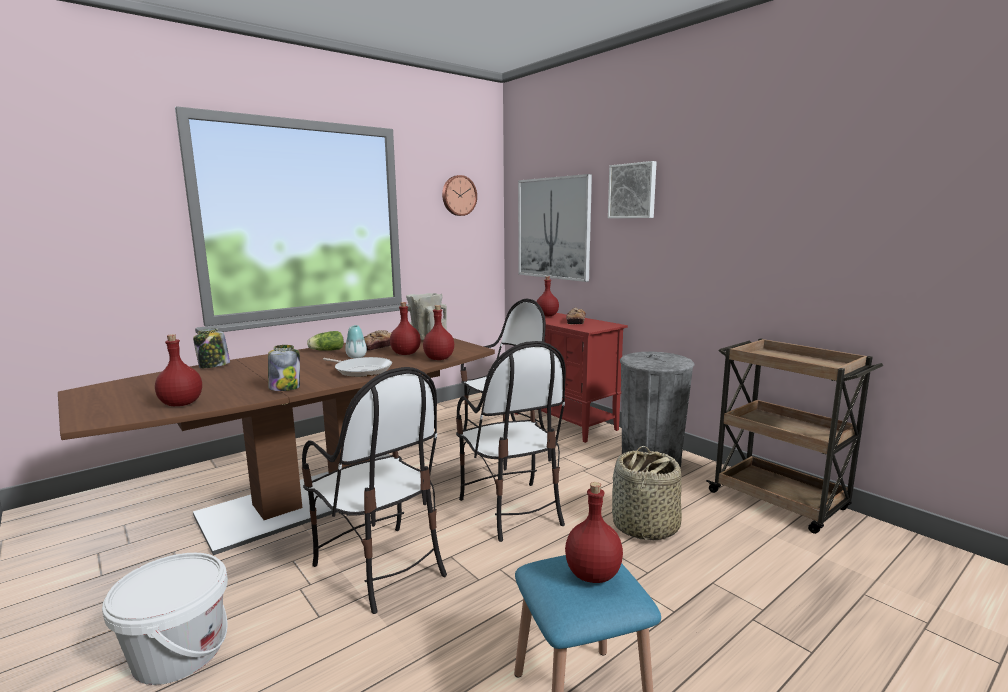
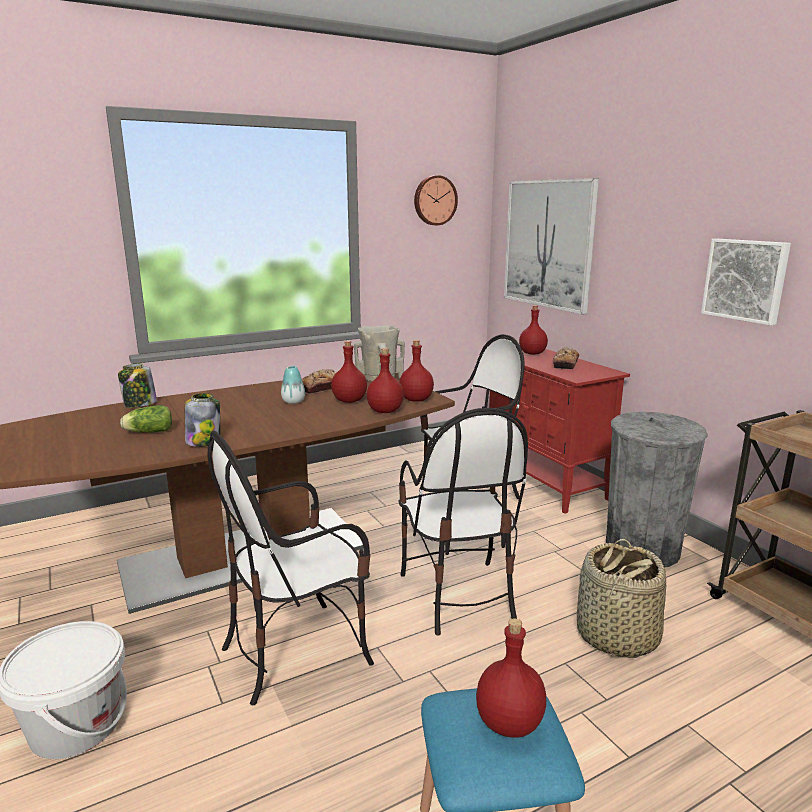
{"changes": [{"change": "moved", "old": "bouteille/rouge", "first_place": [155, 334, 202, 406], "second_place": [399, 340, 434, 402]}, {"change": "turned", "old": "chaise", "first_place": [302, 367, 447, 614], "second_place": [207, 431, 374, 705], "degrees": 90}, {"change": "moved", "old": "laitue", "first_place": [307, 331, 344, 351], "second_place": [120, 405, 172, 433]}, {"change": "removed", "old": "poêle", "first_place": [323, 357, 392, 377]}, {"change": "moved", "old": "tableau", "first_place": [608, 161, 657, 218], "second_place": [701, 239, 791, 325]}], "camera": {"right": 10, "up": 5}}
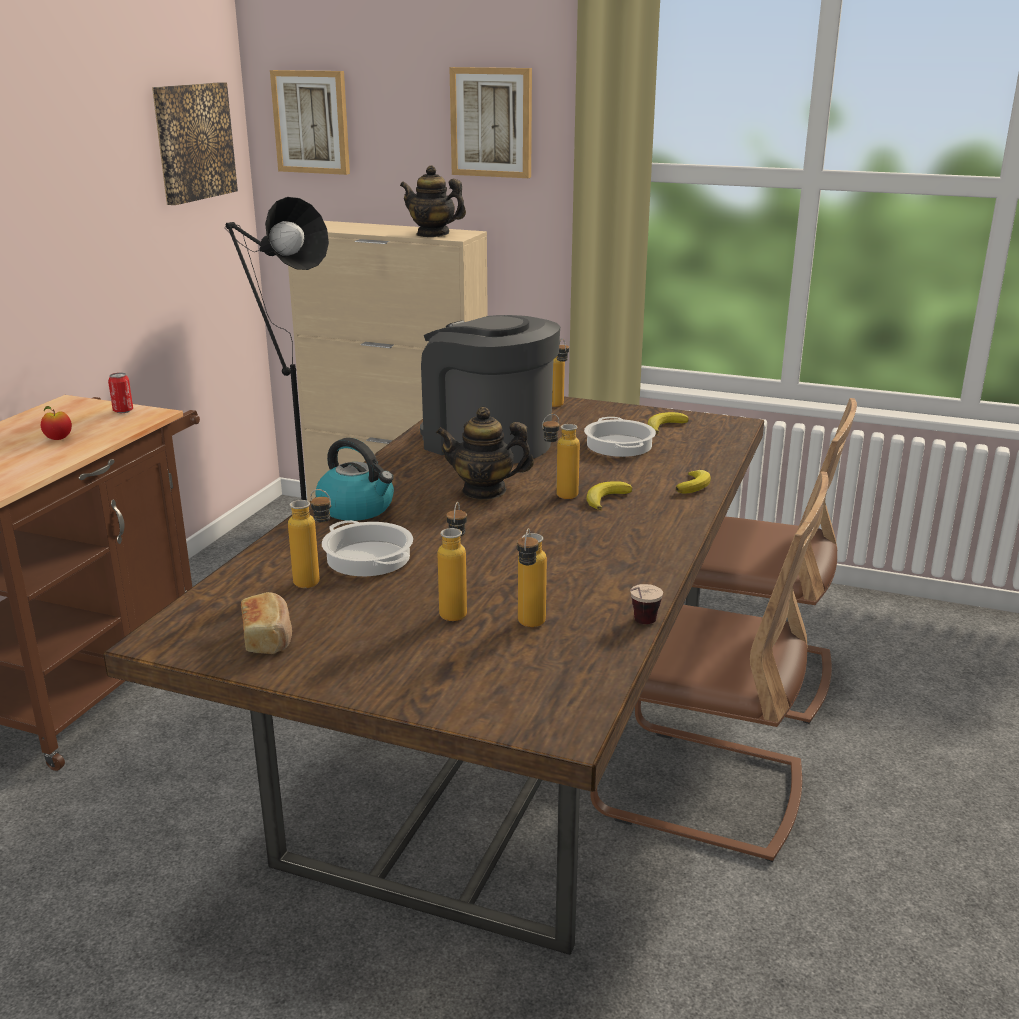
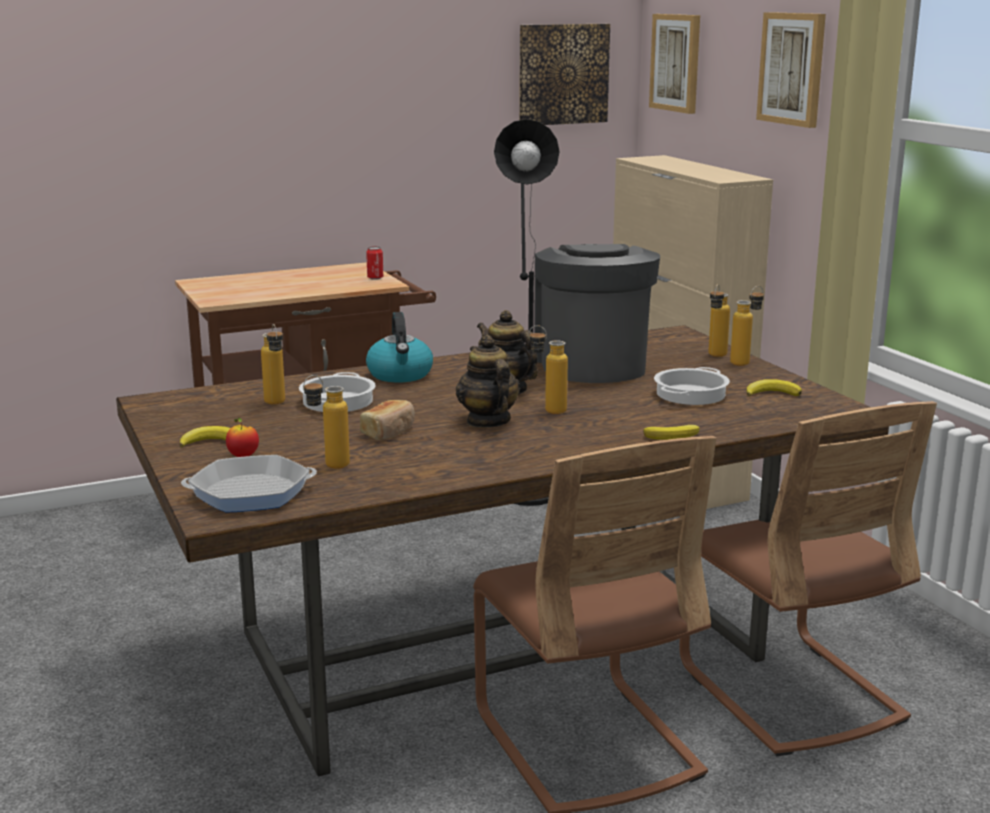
{"changes": [{"change": "moved", "old": "pomme", "first_place": [41, 406, 72, 440], "second_place": [226, 418, 259, 457]}, {"change": "moved", "old": "pain", "first_place": [241, 592, 292, 654], "second_place": [360, 400, 415, 440]}, {"change": "moved", "old": "théière", "first_place": [400, 165, 466, 237], "second_place": [456, 335, 520, 428]}, {"change": "moved", "old": "bouteille", "first_place": [437, 502, 467, 621], "second_place": [730, 286, 764, 366]}, {"change": "moved", "old": "banane", "first_place": [587, 481, 632, 510], "second_place": [180, 426, 231, 447]}, {"change": "removed", "old": "tasse", "first_place": [630, 584, 663, 624]}, {"change": "added", "new": "poêle", "second_place": [181, 455, 317, 513]}], "camera": {"right": 45, "up": -5}}
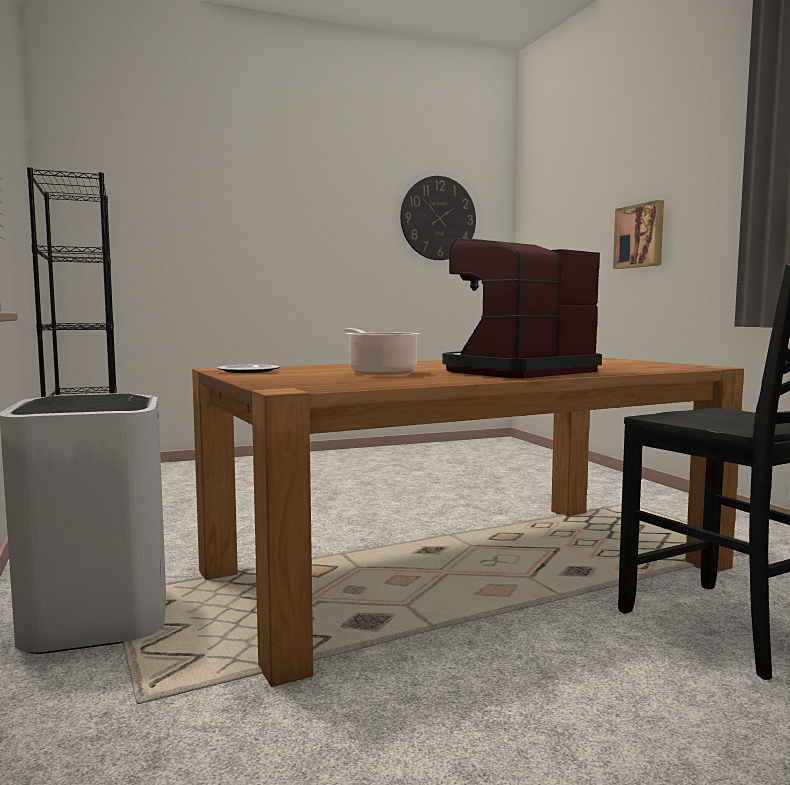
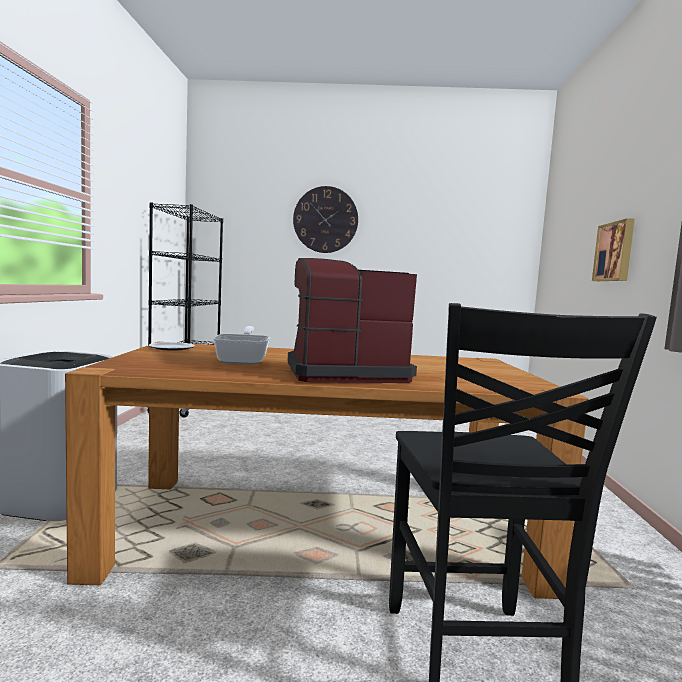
{"changes": [{"change": "replaced", "old": "marmite", "new": "poêle", "first_place": [344, 328, 420, 375], "second_place": [213, 326, 270, 365]}, {"change": "moved", "old": "horloge murale", "first_place": [400, 176, 476, 260], "second_place": [293, 186, 358, 253]}], "camera": {"right": 25, "up": 0}}
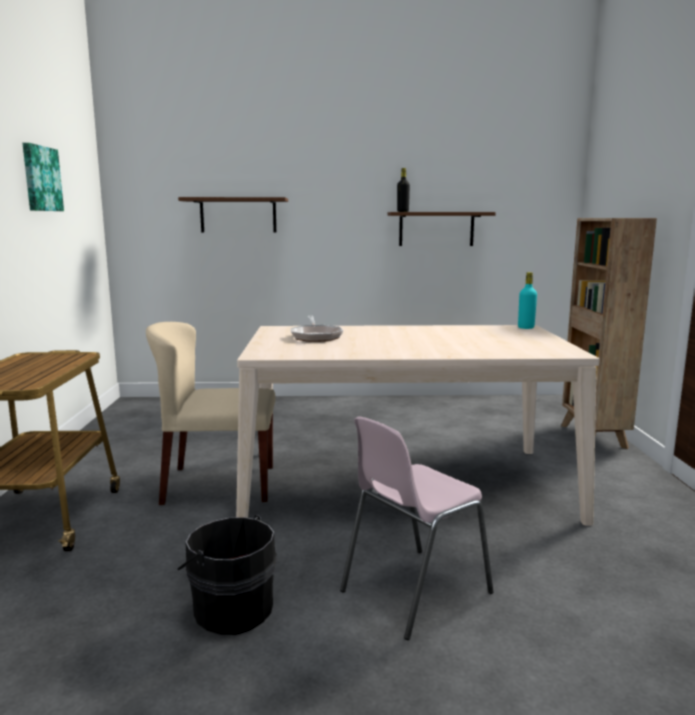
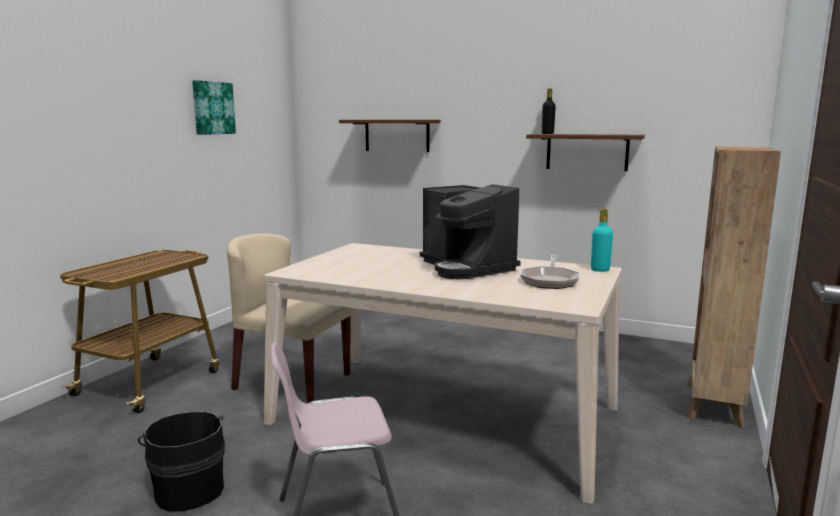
{"changes": [{"change": "moved", "old": "poêle", "first_place": [290, 316, 343, 342], "second_place": [520, 255, 579, 289]}, {"change": "added", "new": "machine à café", "second_place": [420, 184, 521, 279]}], "camera": {"right": 25, "up": 0}}
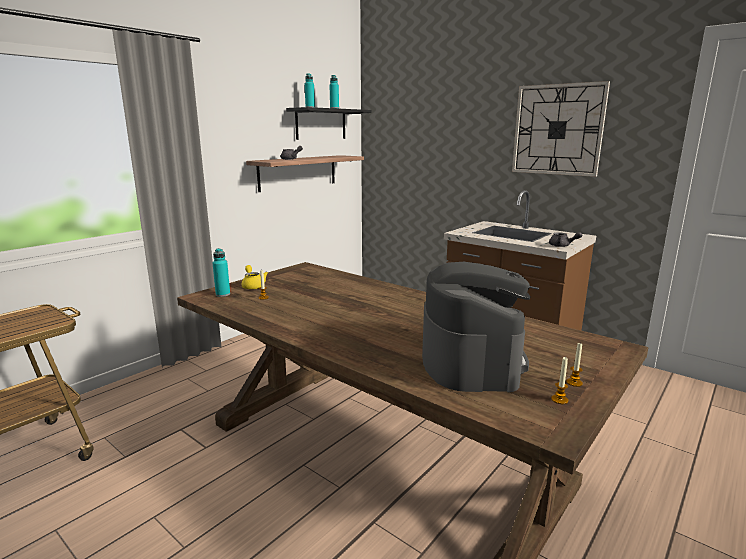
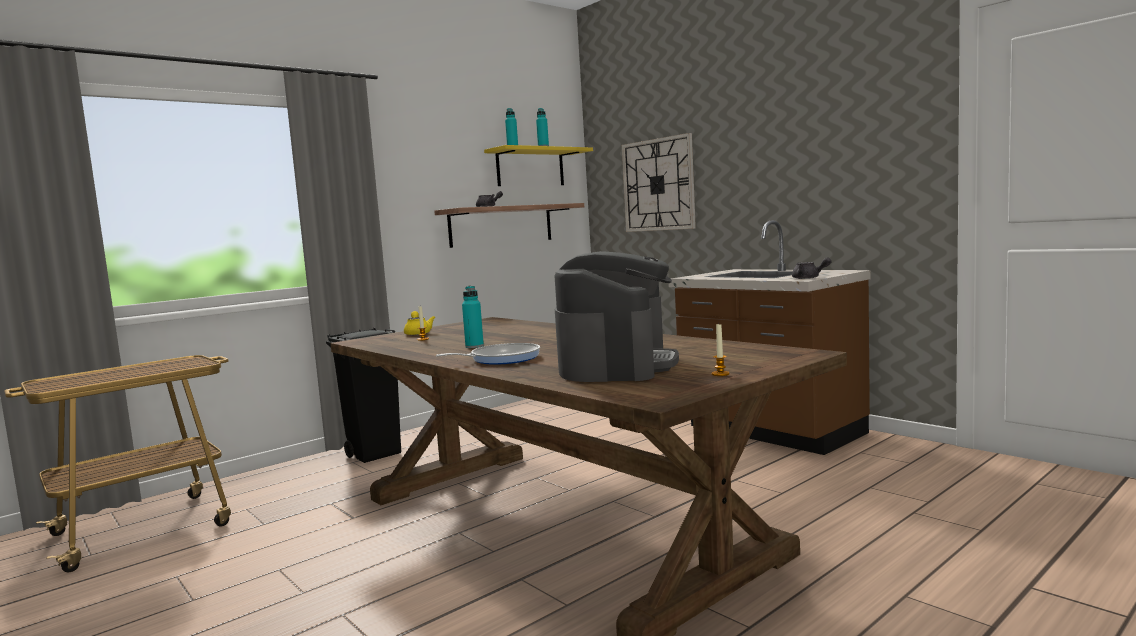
{"changes": [{"change": "moved", "old": "bouteille/turquoise", "first_place": [213, 248, 230, 297], "second_place": [462, 286, 484, 348]}, {"change": "recoloured", "old": "étagère/noir", "new": "étagère/jaune", "first_place": [286, 107, 372, 140], "second_place": [484, 145, 593, 186]}, {"change": "moved", "old": "horloge murale", "first_place": [512, 81, 610, 177], "second_place": [622, 133, 696, 232]}, {"change": "removed", "old": "bougie", "first_place": [551, 357, 568, 404]}, {"change": "added", "new": "poubelle/noir", "second_place": [326, 328, 401, 463]}, {"change": "added", "new": "poêle", "second_place": [436, 343, 540, 365]}], "camera": {"right": 10, "up": -10}}
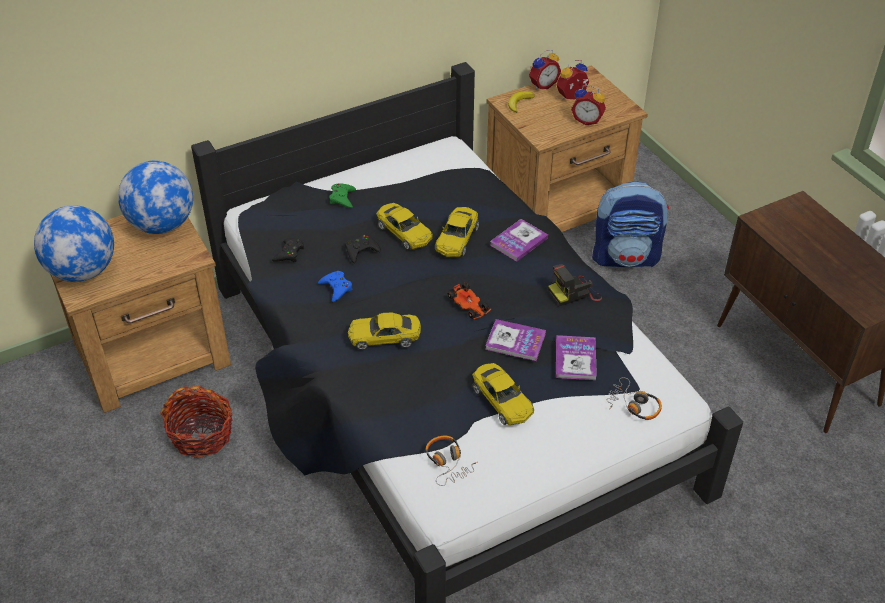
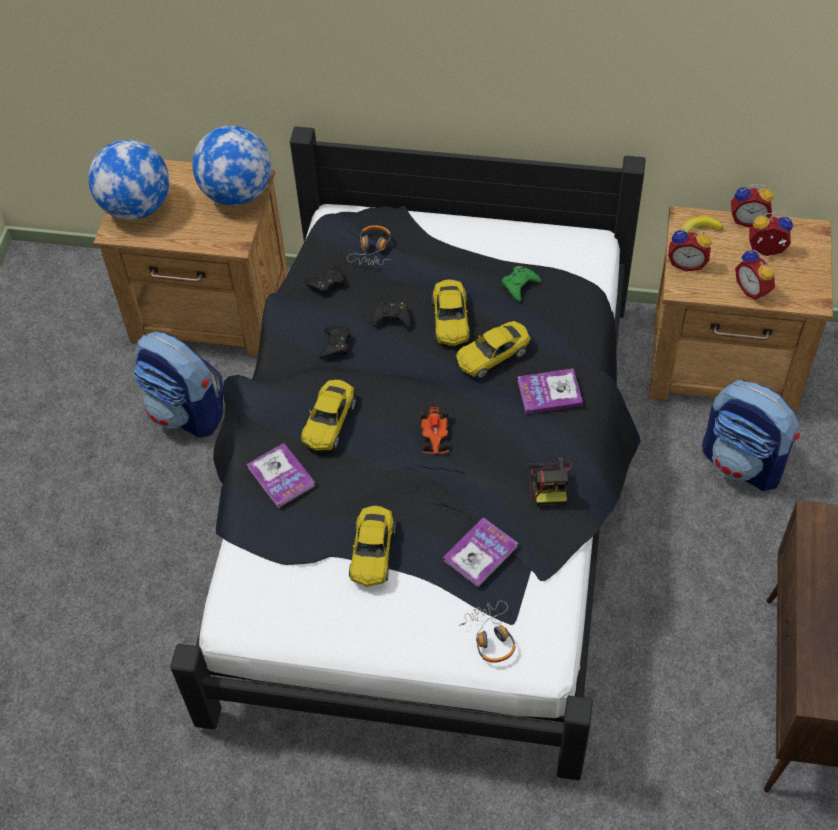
{"changes": [{"change": "replaced", "old": "panier", "new": "sac à dos", "first_place": [160, 386, 232, 458], "second_place": [134, 331, 223, 438]}, {"change": "recoloured", "old": "manette/bleu", "new": "manette/noir", "first_place": [318, 271, 353, 302], "second_place": [319, 326, 351, 358]}, {"change": "moved", "old": "manette/vert", "first_place": [329, 184, 356, 208], "second_place": [502, 266, 541, 302]}, {"change": "turned", "old": "petite voiture/jaune", "first_place": [348, 313, 421, 350], "second_place": [301, 380, 356, 451], "degrees": -105}, {"change": "moved", "old": "casque audio", "first_place": [425, 436, 477, 486], "second_place": [347, 225, 391, 265]}, {"change": "moved", "old": "livre", "first_place": [485, 319, 546, 361], "second_place": [247, 443, 316, 508]}, {"change": "turned", "old": "appareil photo", "first_place": [548, 264, 602, 306], "second_place": [527, 458, 572, 506], "degrees": -105}, {"change": "added", "new": "réveil", "second_place": [668, 228, 711, 271]}], "camera": {"right": 40, "up": 10}}
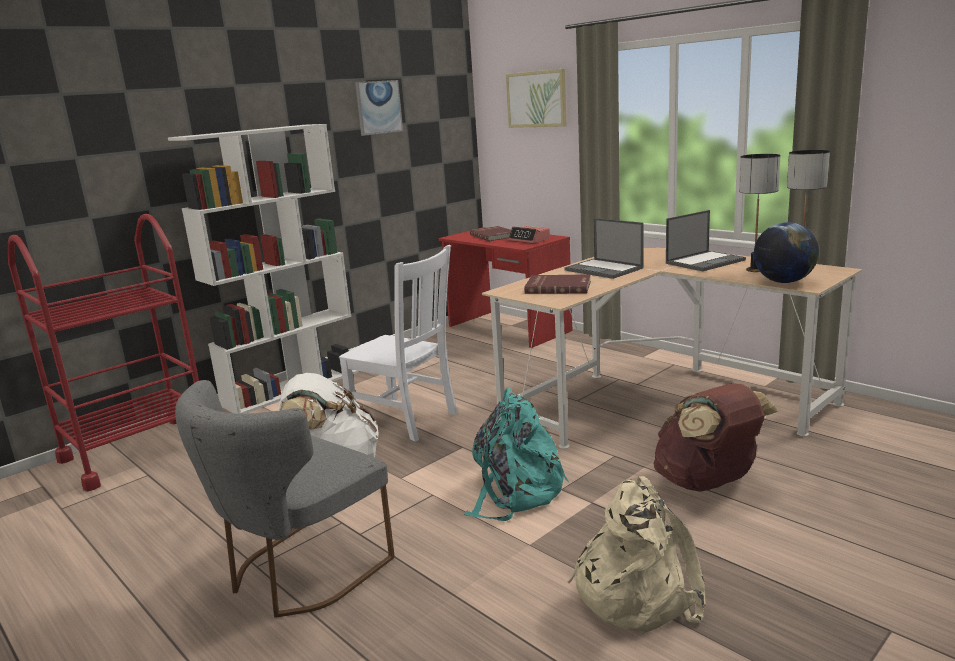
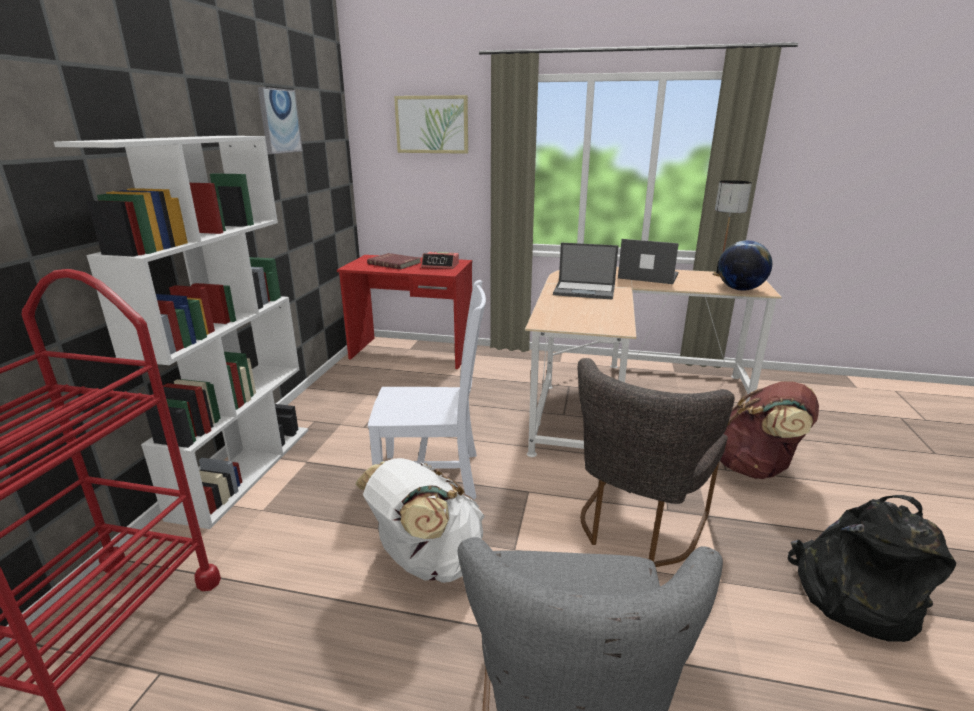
{"changes": [{"change": "replaced", "old": "sac à dos/turquoise", "new": "chaise/gris", "first_place": [464, 387, 569, 521], "second_place": [578, 358, 735, 567]}, {"change": "removed", "old": "livre/rouge", "first_place": [524, 274, 591, 294]}, {"change": "recoloured", "old": "sac à dos/beige", "new": "sac à dos/noir", "first_place": [567, 476, 706, 633], "second_place": [788, 495, 956, 642]}, {"change": "turned", "old": "ordinateur portable", "first_place": [666, 210, 746, 271], "second_place": [618, 239, 679, 284], "degrees": -90}, {"change": "removed", "old": "lampe de table", "first_place": [739, 154, 780, 272]}], "camera": {"right": -35, "up": 5}}
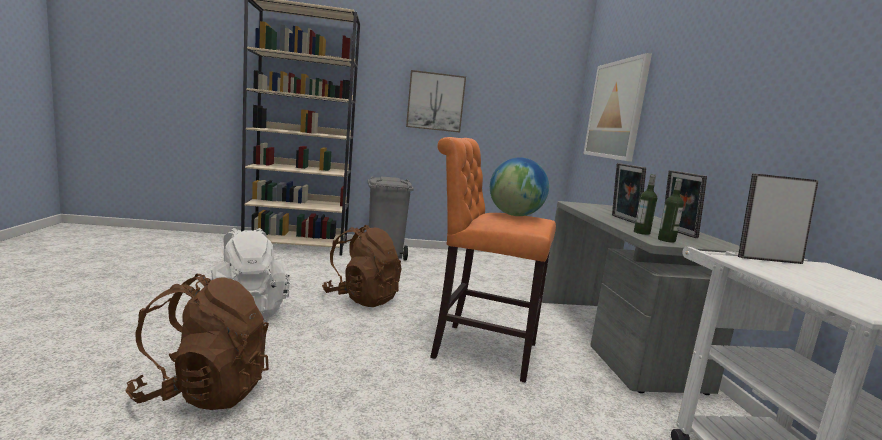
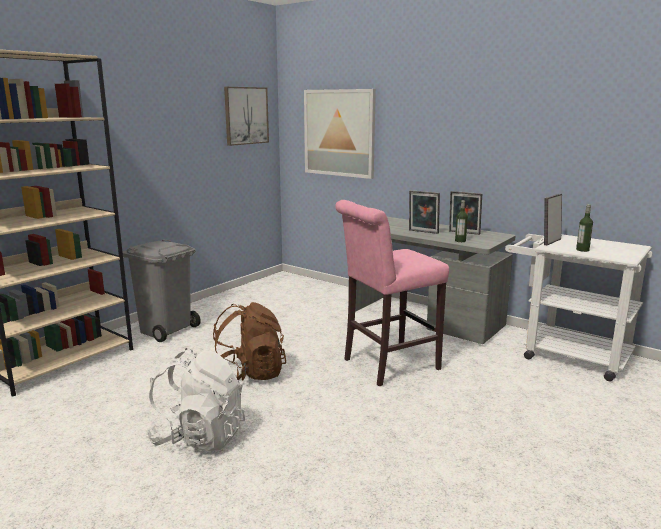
{"changes": [{"change": "removed", "old": "sac à dos/marron", "first_place": [126, 274, 269, 410]}, {"change": "moved", "old": "tableau", "first_place": [406, 70, 466, 133], "second_place": [224, 87, 269, 146]}, {"change": "recoloured", "old": "tabouret/orange", "new": "tabouret/rose", "first_place": [430, 137, 556, 383], "second_place": [335, 200, 449, 386]}, {"change": "removed", "old": "globe", "first_place": [490, 158, 549, 216]}, {"change": "moved", "old": "bouteille", "first_place": [658, 178, 684, 243], "second_place": [576, 204, 593, 252]}], "camera": {"right": -45, "up": 5}}
